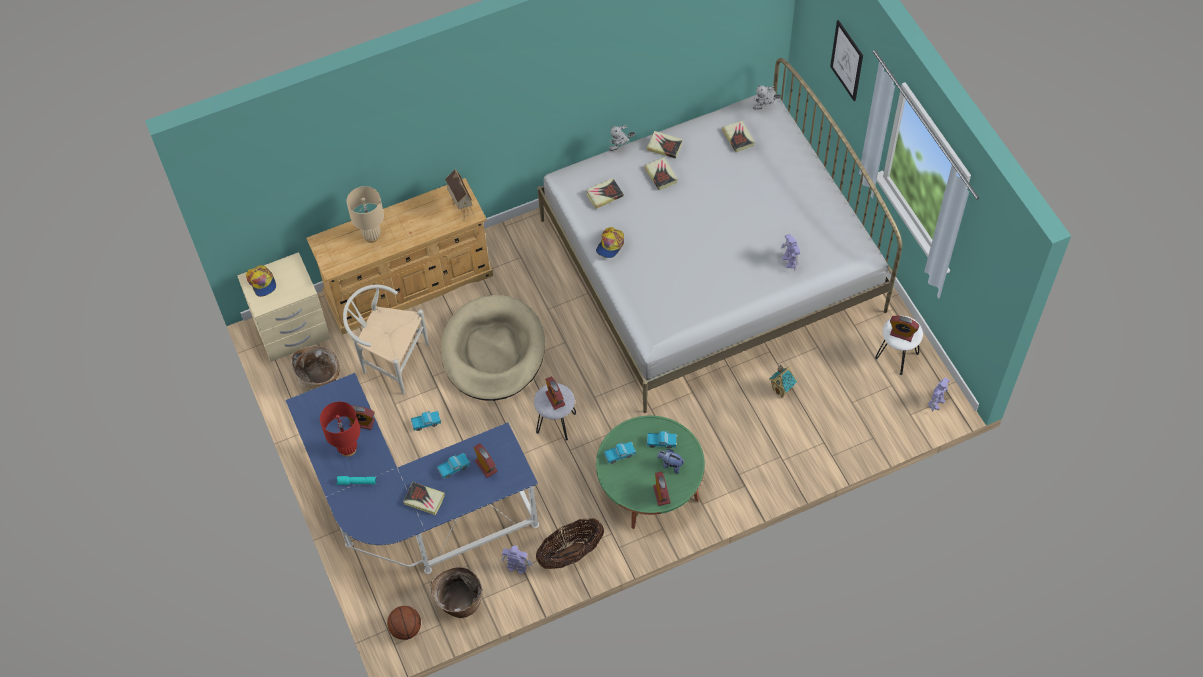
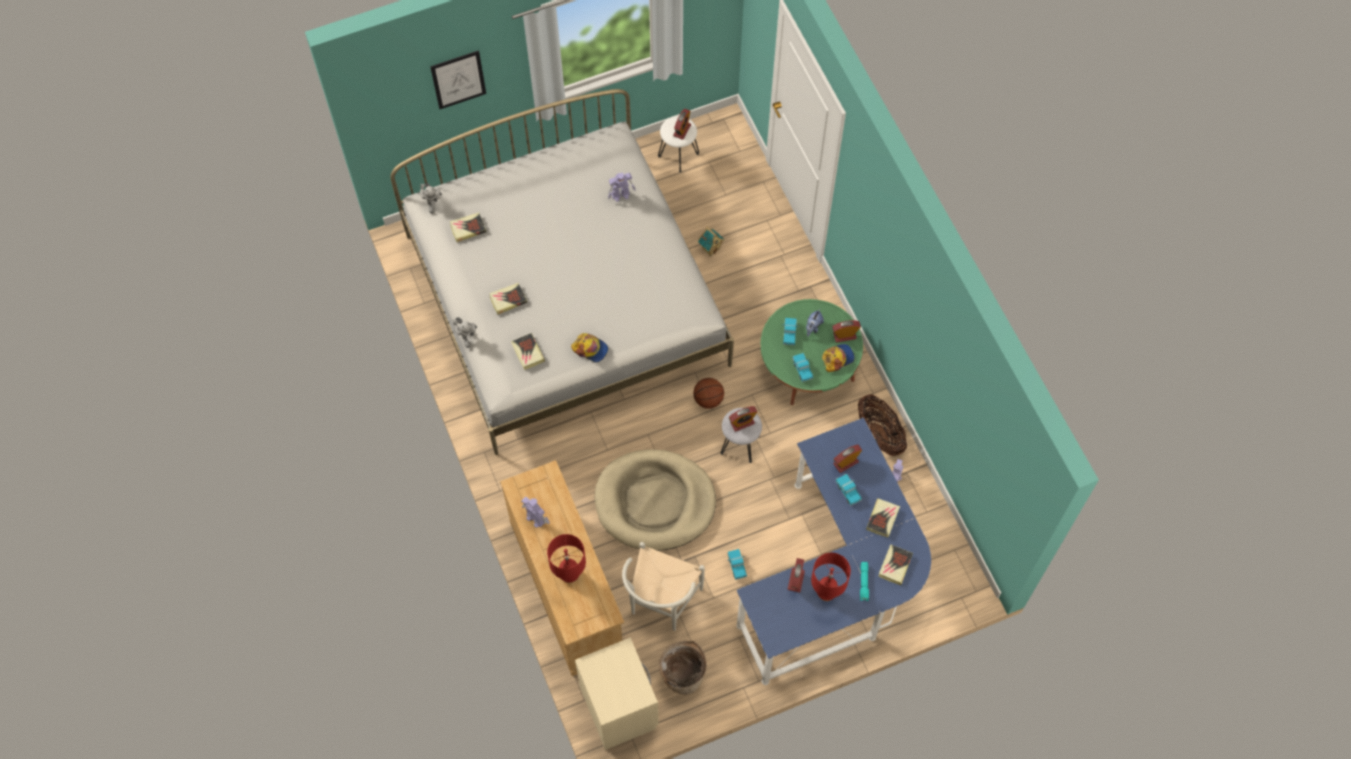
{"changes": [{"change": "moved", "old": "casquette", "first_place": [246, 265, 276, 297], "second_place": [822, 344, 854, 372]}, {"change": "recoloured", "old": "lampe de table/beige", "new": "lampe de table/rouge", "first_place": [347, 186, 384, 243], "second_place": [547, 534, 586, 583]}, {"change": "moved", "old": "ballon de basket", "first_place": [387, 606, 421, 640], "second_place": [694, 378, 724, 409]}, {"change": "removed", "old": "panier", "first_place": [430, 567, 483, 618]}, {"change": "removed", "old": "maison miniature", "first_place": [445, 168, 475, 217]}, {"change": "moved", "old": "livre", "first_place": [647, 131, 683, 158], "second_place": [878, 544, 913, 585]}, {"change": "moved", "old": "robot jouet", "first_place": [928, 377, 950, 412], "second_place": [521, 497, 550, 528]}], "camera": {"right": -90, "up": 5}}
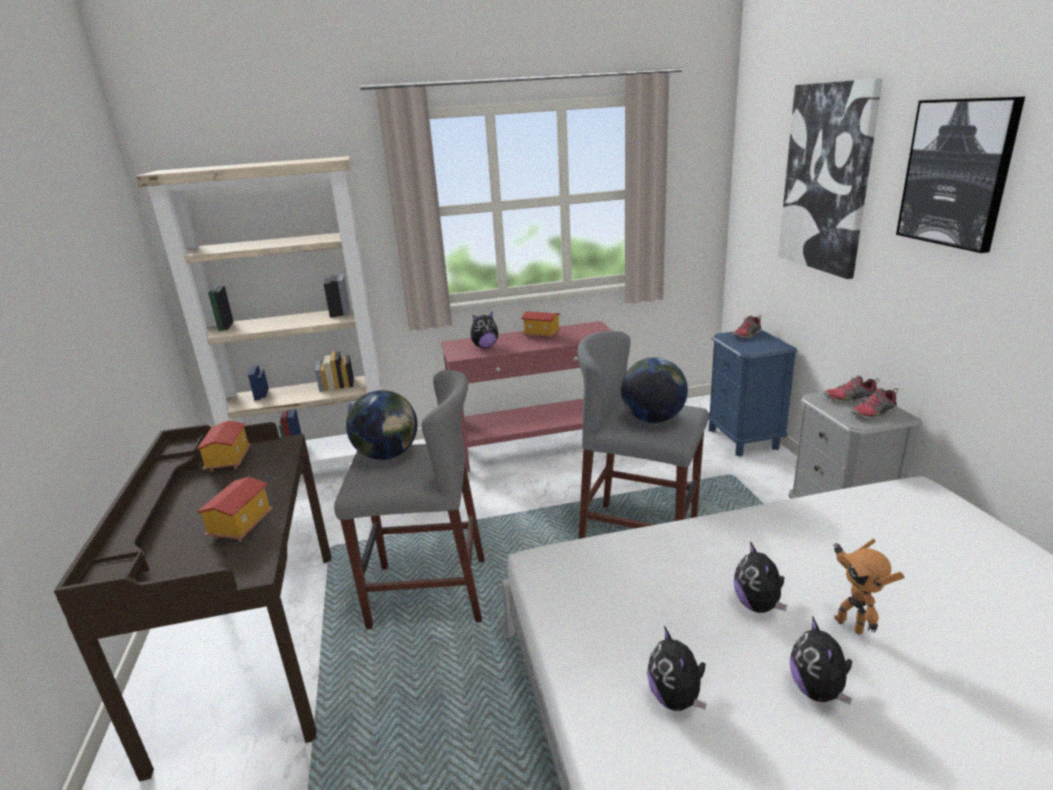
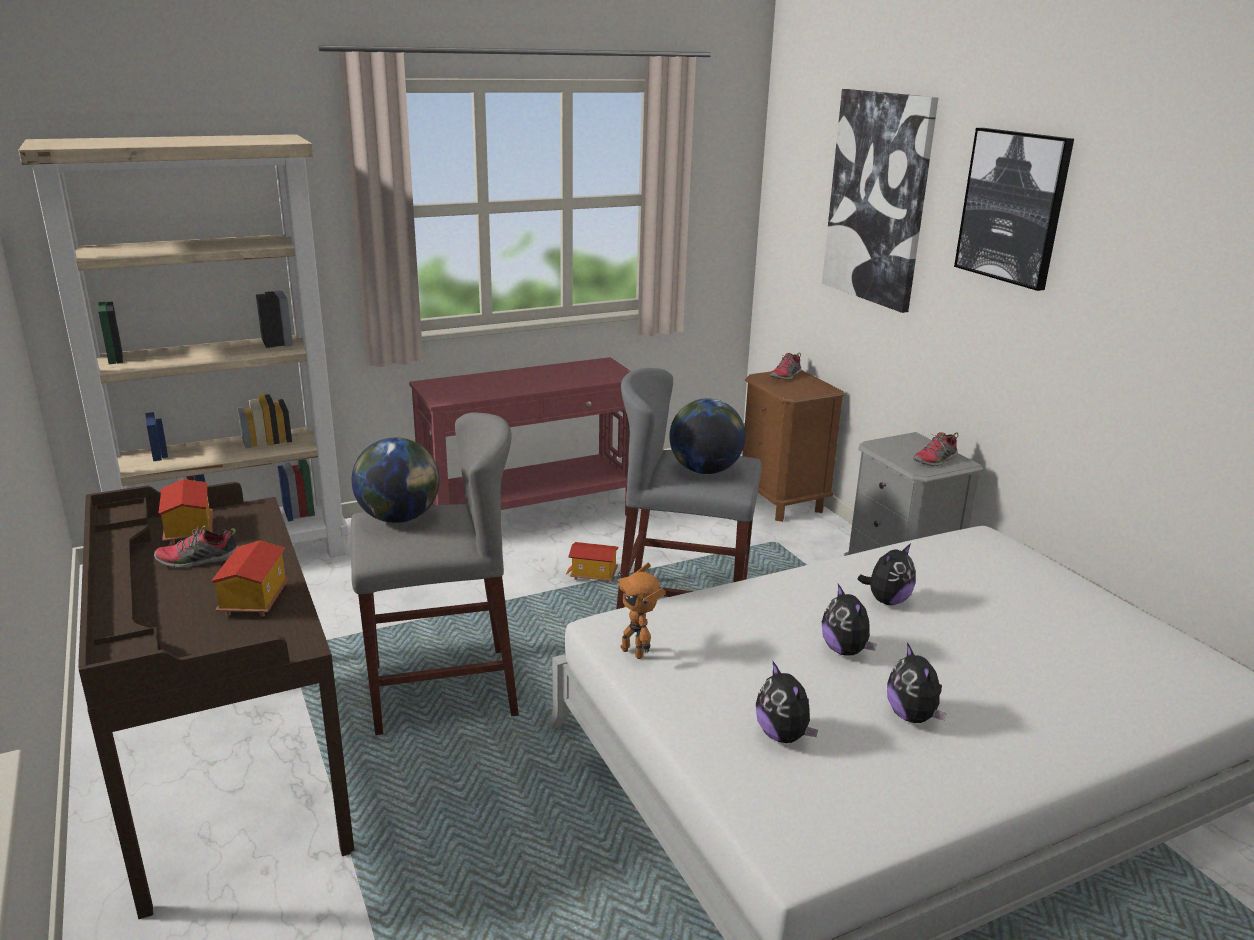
{"changes": [{"change": "moved", "old": "peluche", "first_place": [471, 311, 498, 348], "second_place": [858, 543, 916, 605]}, {"change": "moved", "old": "maison miniature", "first_place": [521, 311, 561, 339], "second_place": [566, 542, 618, 582]}, {"change": "recoloured", "old": "table de chevet/bleu", "new": "table de chevet/marron", "first_place": [708, 330, 797, 457], "second_place": [742, 370, 845, 522]}, {"change": "moved", "old": "chaussure", "first_place": [824, 375, 880, 403], "second_place": [154, 525, 238, 568]}, {"change": "moved", "old": "robot jouet", "first_place": [833, 538, 904, 634], "second_place": [617, 563, 666, 659]}], "camera": {"right": -15, "up": 0}}
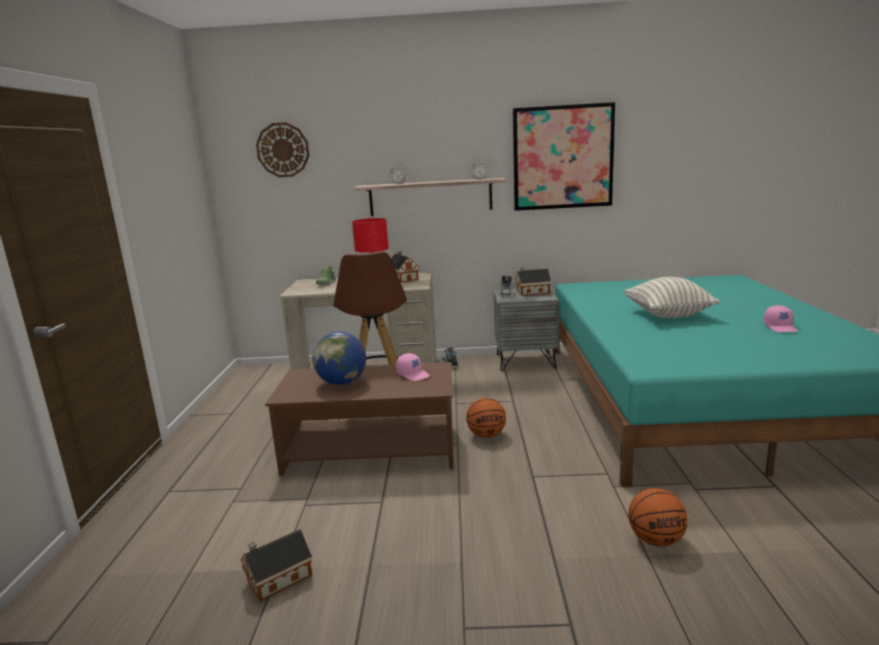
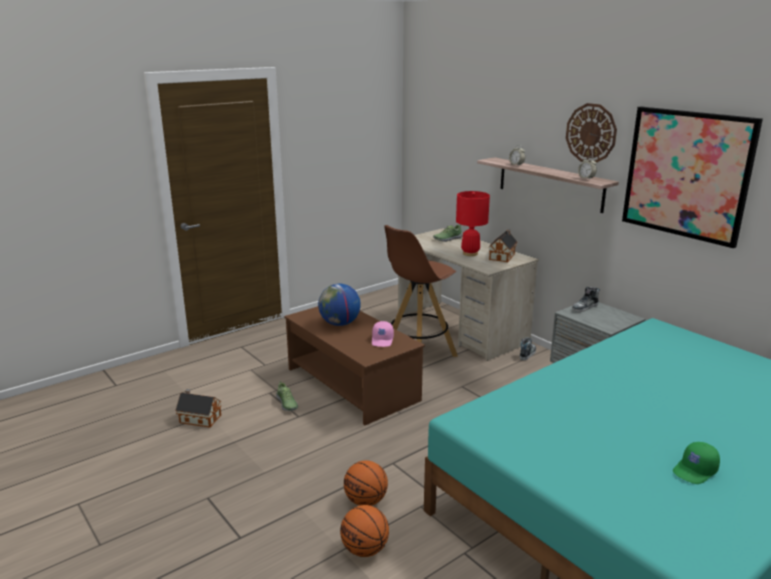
{"changes": [{"change": "moved", "old": "horloge murale", "first_place": [256, 122, 310, 177], "second_place": [566, 103, 617, 163]}, {"change": "moved", "old": "ballon de basket", "first_place": [466, 398, 506, 438], "second_place": [344, 460, 388, 506]}, {"change": "removed", "old": "maison miniature", "first_place": [515, 267, 551, 296]}, {"change": "removed", "old": "coussin", "first_place": [623, 277, 720, 318]}, {"change": "recoloured", "old": "casquette/rose", "new": "casquette/vert", "first_place": [763, 305, 798, 332], "second_place": [673, 442, 720, 484]}, {"change": "added", "new": "chaussure", "second_place": [276, 381, 298, 411]}], "camera": {"right": 50, "up": 5}}
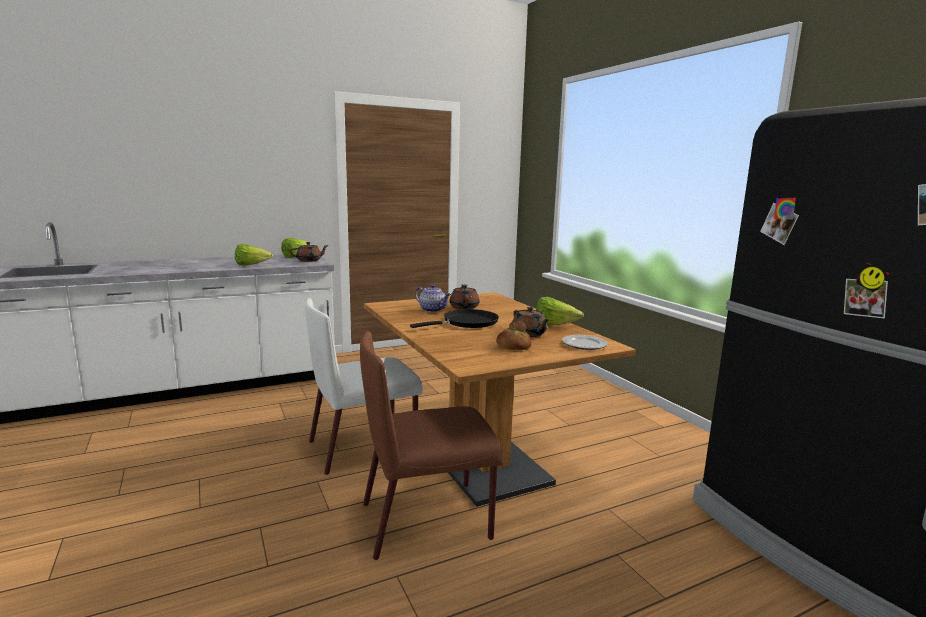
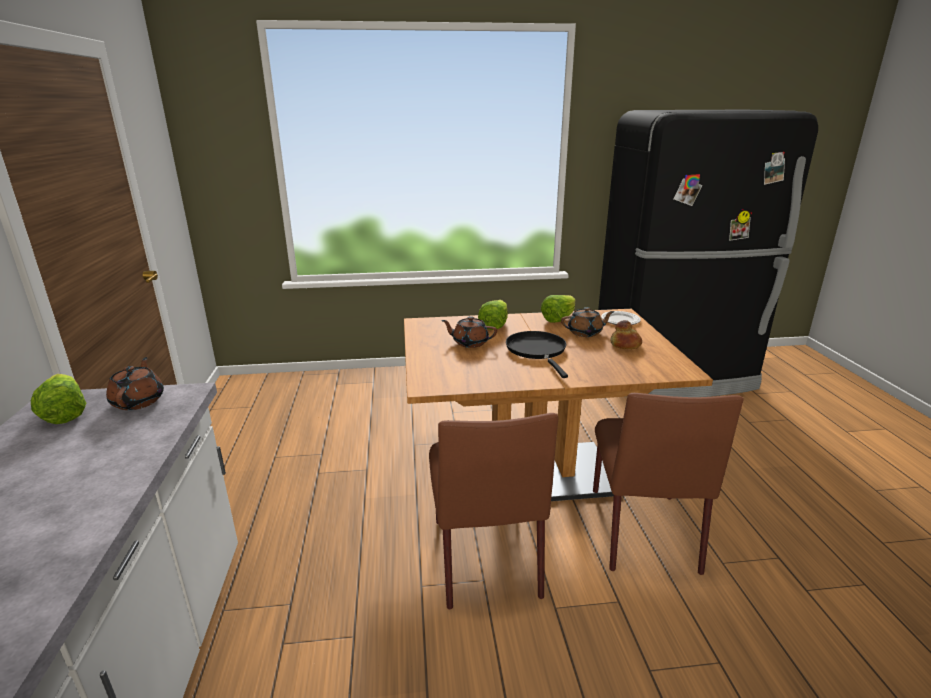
{"changes": [{"change": "moved", "old": "laitue", "first_place": [235, 244, 273, 266], "second_place": [478, 300, 508, 330]}, {"change": "recoloured", "old": "chaise/blanc", "new": "chaise/marron", "first_place": [305, 298, 423, 475], "second_place": [429, 413, 558, 609]}, {"change": "removed", "old": "théière", "first_place": [415, 284, 451, 312]}], "camera": {"right": -70, "up": 10}}
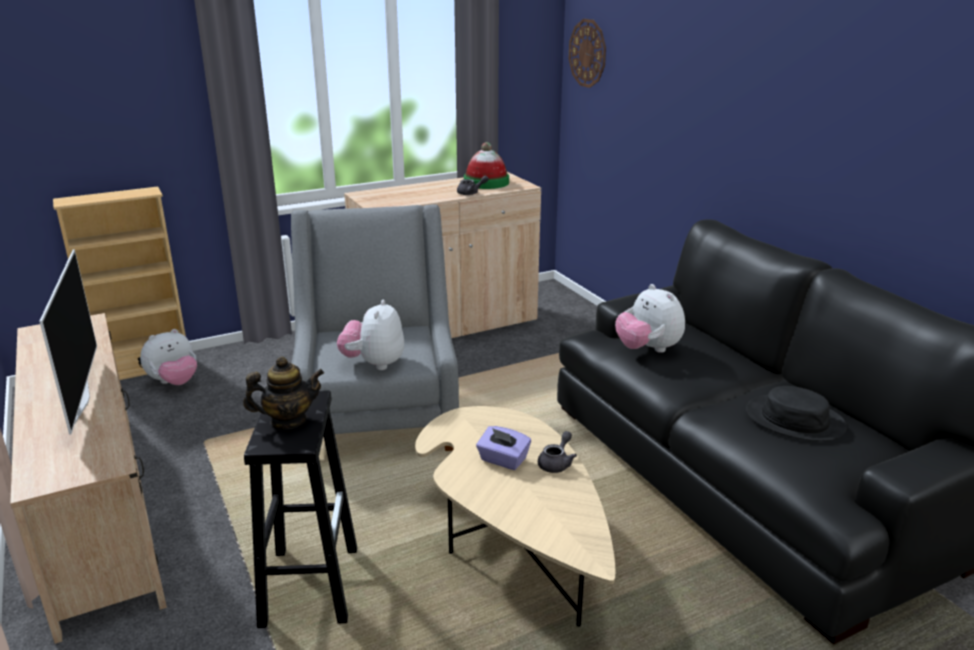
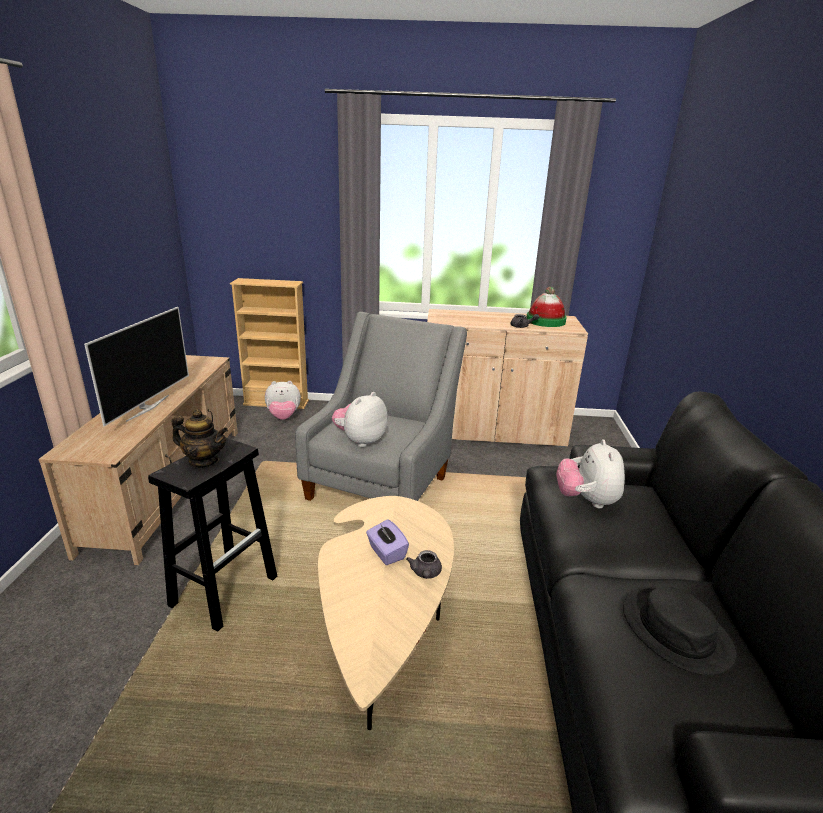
{"changes": [{"change": "turned", "old": "théière/gris", "first_place": [538, 431, 577, 473], "second_place": [406, 550, 442, 579], "degrees": 120}, {"change": "removed", "old": "horloge murale", "first_place": [569, 19, 606, 88]}], "camera": {"right": 30, "up": 0}}
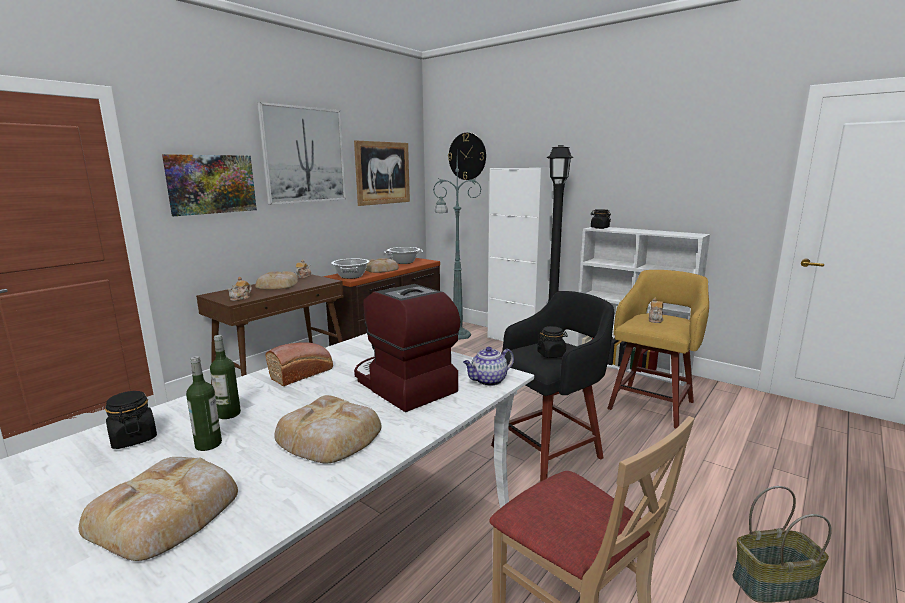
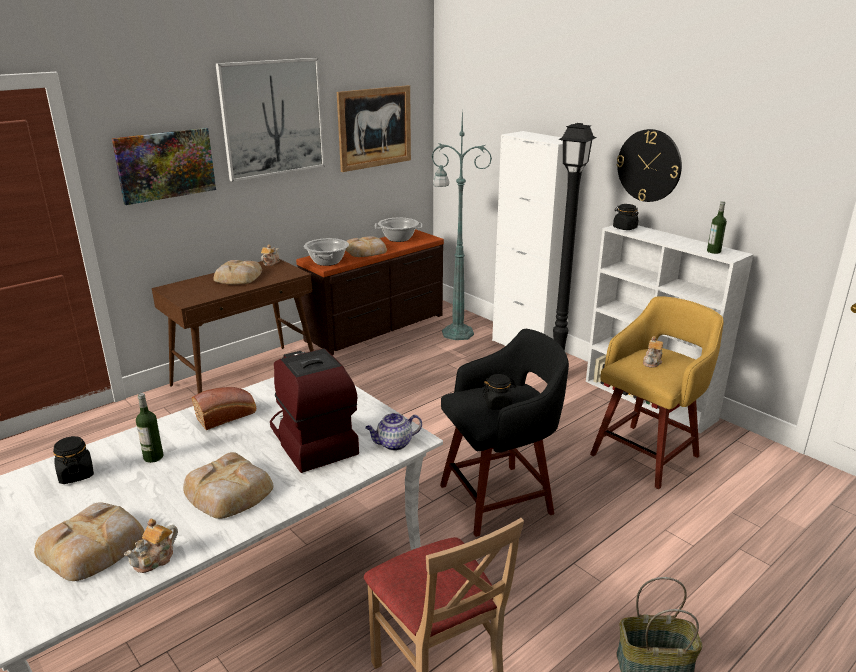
{"changes": [{"change": "moved", "old": "bouteille", "first_place": [186, 356, 222, 451], "second_place": [707, 201, 727, 254]}, {"change": "moved", "old": "théière", "first_place": [227, 277, 252, 301], "second_place": [124, 519, 178, 573]}, {"change": "moved", "old": "horloge murale", "first_place": [448, 133, 486, 180], "second_place": [616, 129, 682, 202]}], "camera": {"right": 10, "up": 10}}
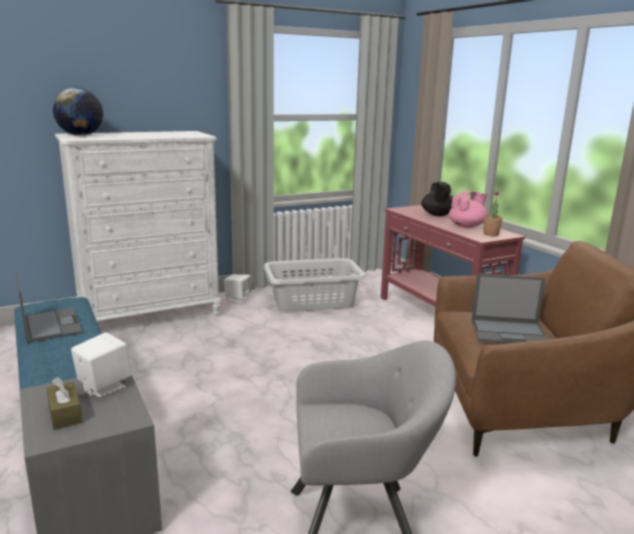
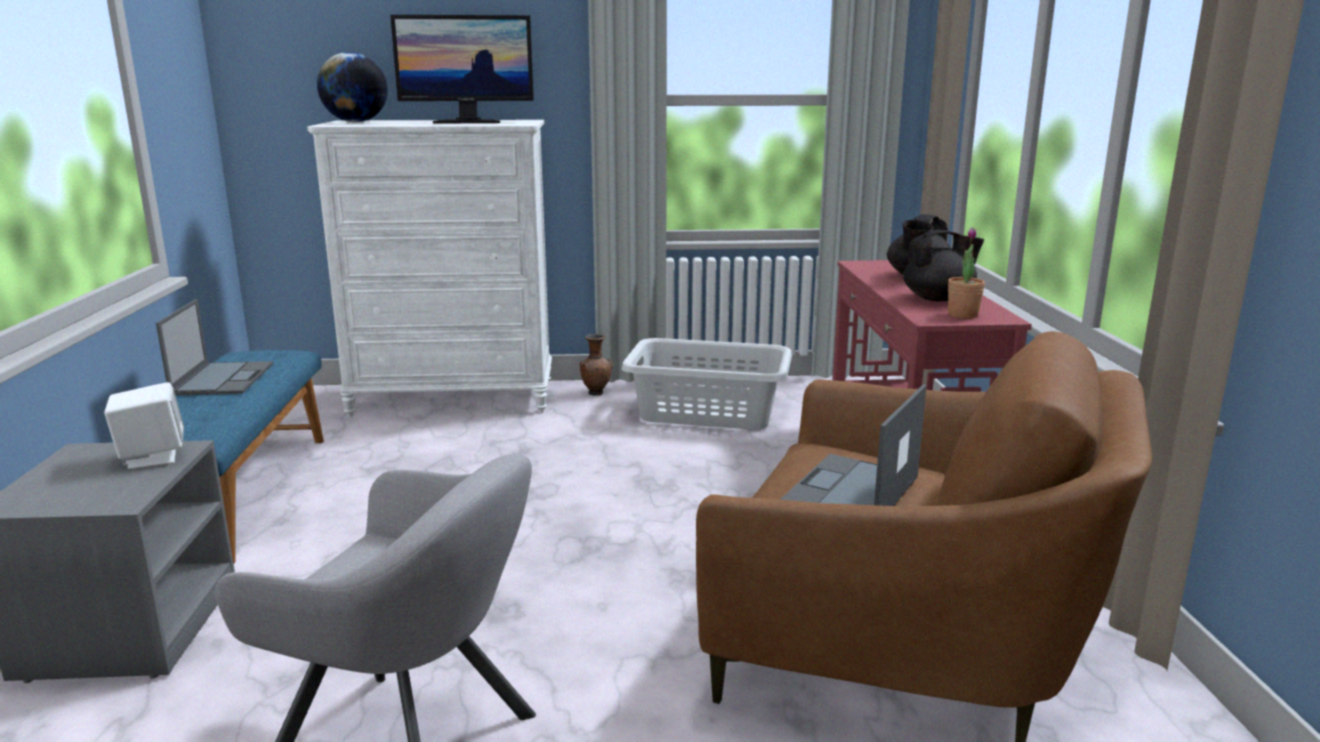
{"changes": [{"change": "removed", "old": "boîte à mouchoirs/marron", "first_place": [46, 377, 82, 430]}, {"change": "replaced", "old": "enceinte/blanc", "new": "vase/marron", "first_place": [224, 274, 251, 303], "second_place": [580, 334, 613, 396]}, {"change": "recoloured", "old": "théière/rose", "new": "théière/noir", "first_place": [449, 191, 487, 228], "second_place": [903, 230, 984, 302]}, {"change": "turned", "old": "ordinateur portable", "first_place": [472, 274, 548, 343], "second_place": [780, 384, 927, 506], "degrees": 90}, {"change": "added", "new": "écran d'ordinateur", "second_place": [390, 15, 534, 124]}], "camera": {"right": 25, "up": 0}}
